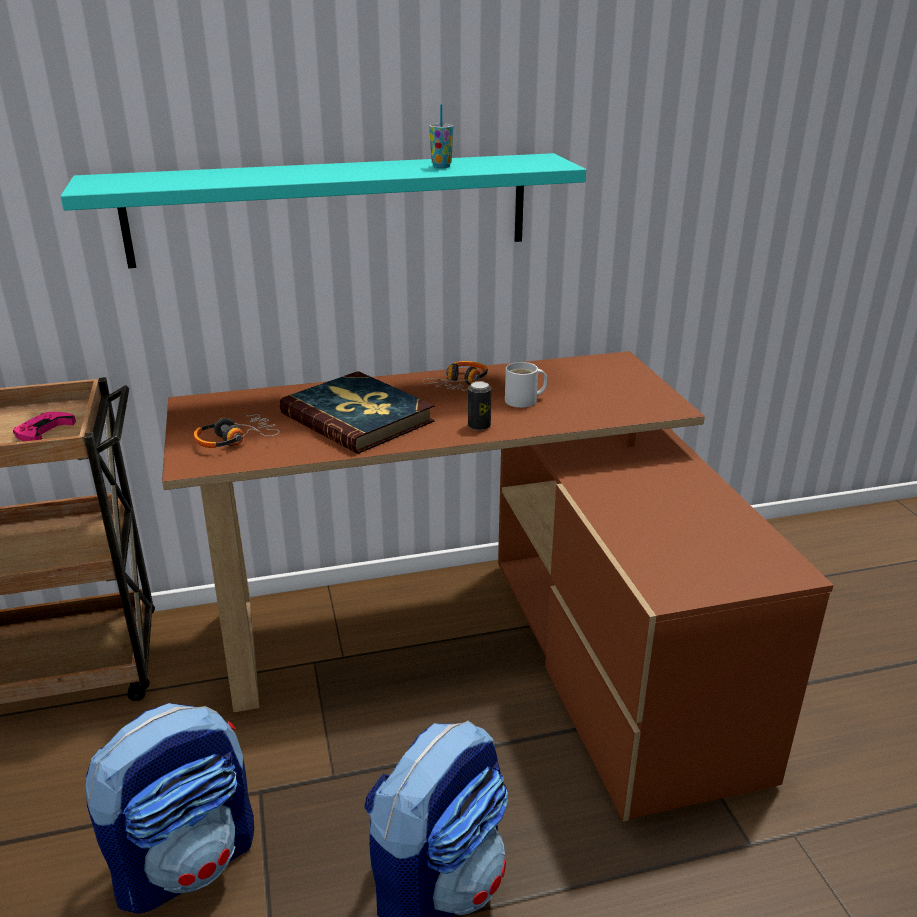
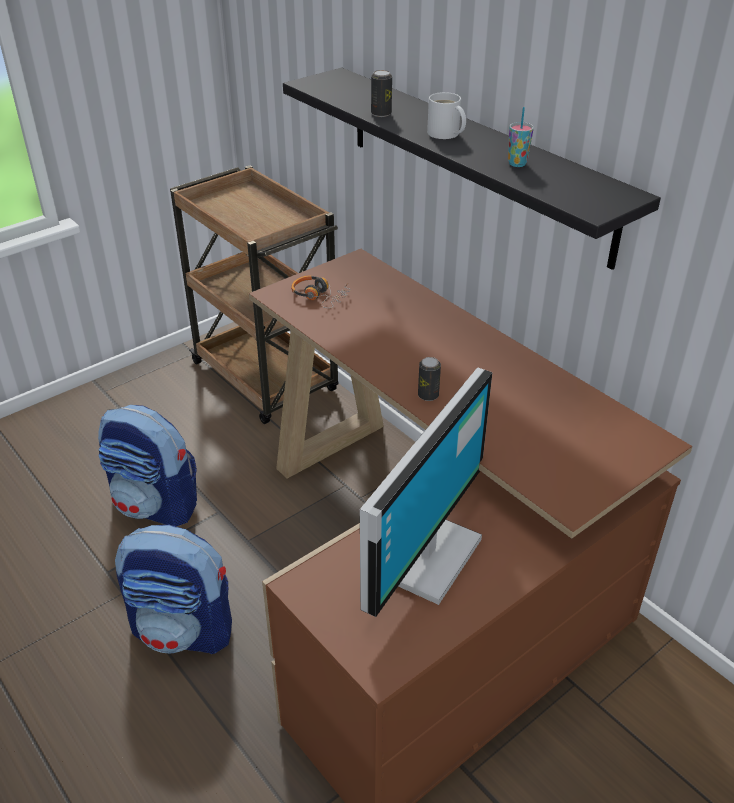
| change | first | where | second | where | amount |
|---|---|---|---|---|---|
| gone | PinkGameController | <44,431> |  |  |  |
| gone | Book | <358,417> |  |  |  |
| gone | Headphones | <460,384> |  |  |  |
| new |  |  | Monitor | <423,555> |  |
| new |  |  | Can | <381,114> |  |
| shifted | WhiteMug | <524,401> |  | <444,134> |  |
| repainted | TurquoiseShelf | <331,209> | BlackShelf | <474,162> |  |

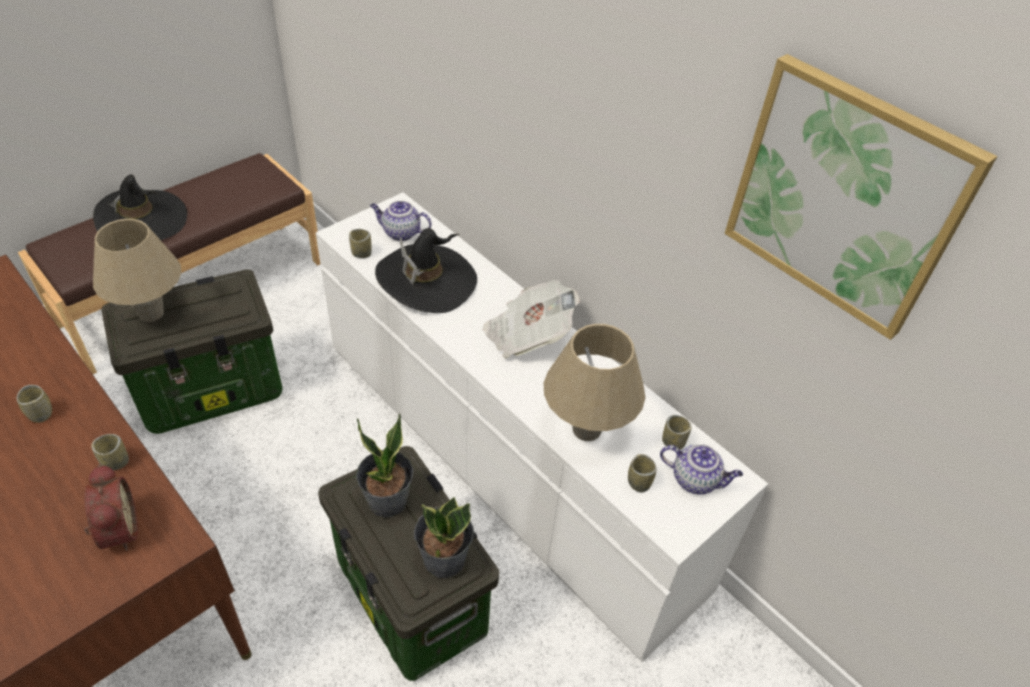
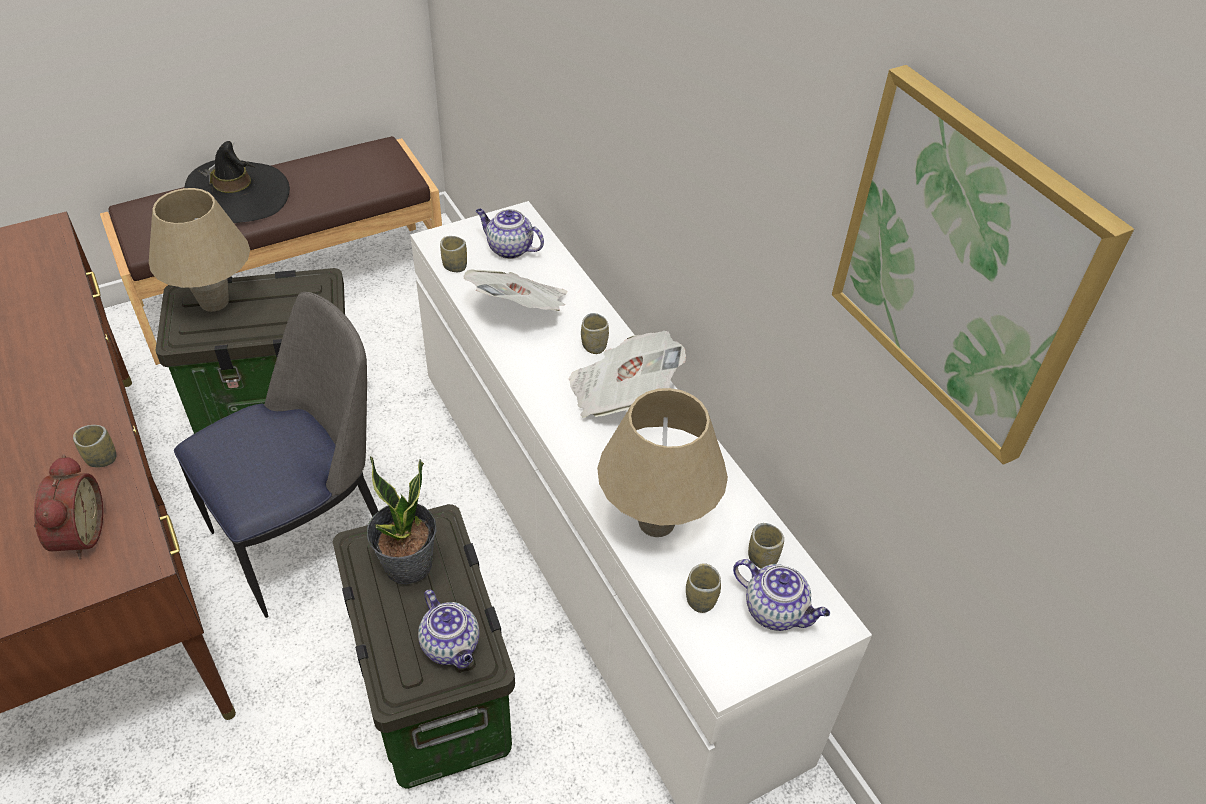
| change | first | where | second | where | amount |
|---|---|---|---|---|---|
| new |  |  | Chair | <307,536> |  |
| shifted | Cup | <41,414> |  | <594,346> |  |
| swapped | BlackHat | <426,281> | Newspaper | <521,310> |  |
| swapped | PottedPlant | <444,558> | Teapot | <452,646> |  |

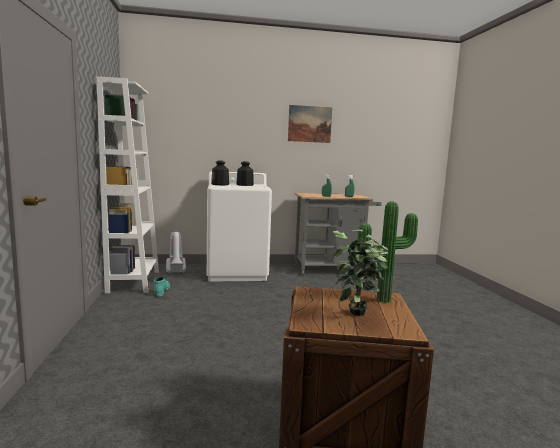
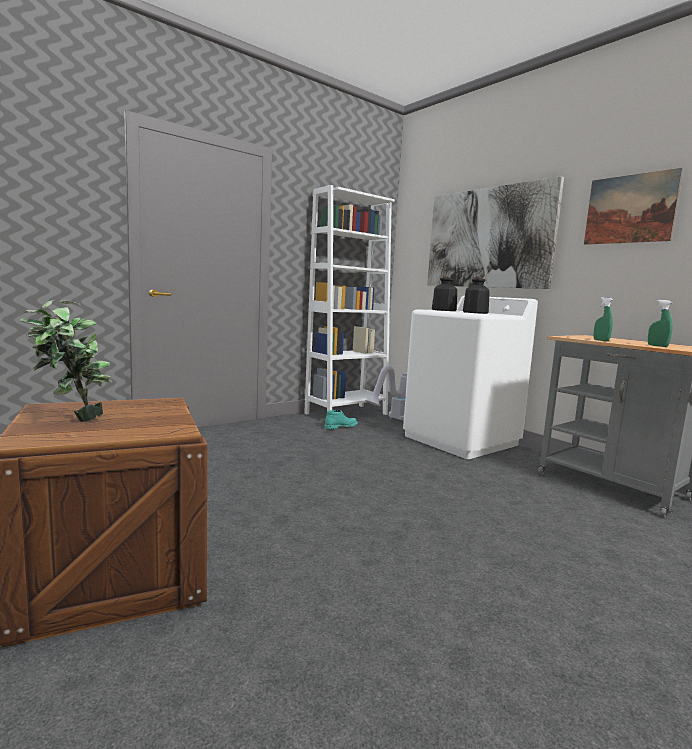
| change | first | where | second | where | amount |
|---|---|---|---|---|---|
| gone | PottedPlant | <382,299> |  |  |  |
| new |  |  | Picture | <488,238> |  |

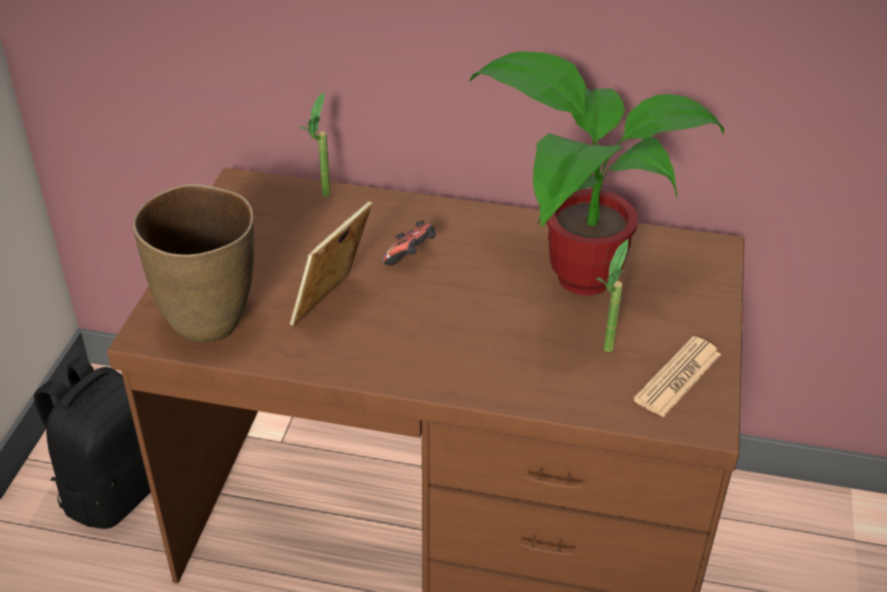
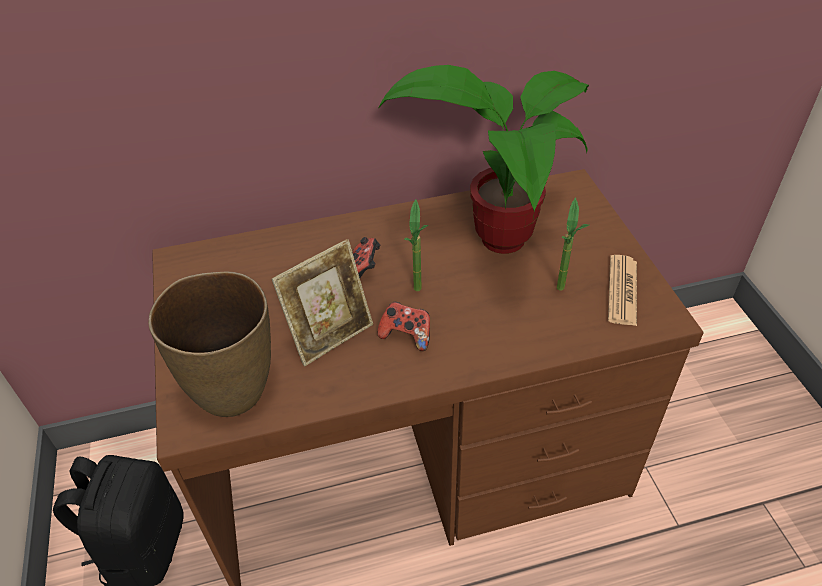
| change | first | where | second | where | amount |
|---|---|---|---|---|---|
| new |  |  | GameController | <406,335> |  |
| shifted | PottedPlant | <323,199> |  | <419,294> |  |
| rotated | PictureFrame | <333,305> |  | <330,335> | 135 degrees counterclockwise |

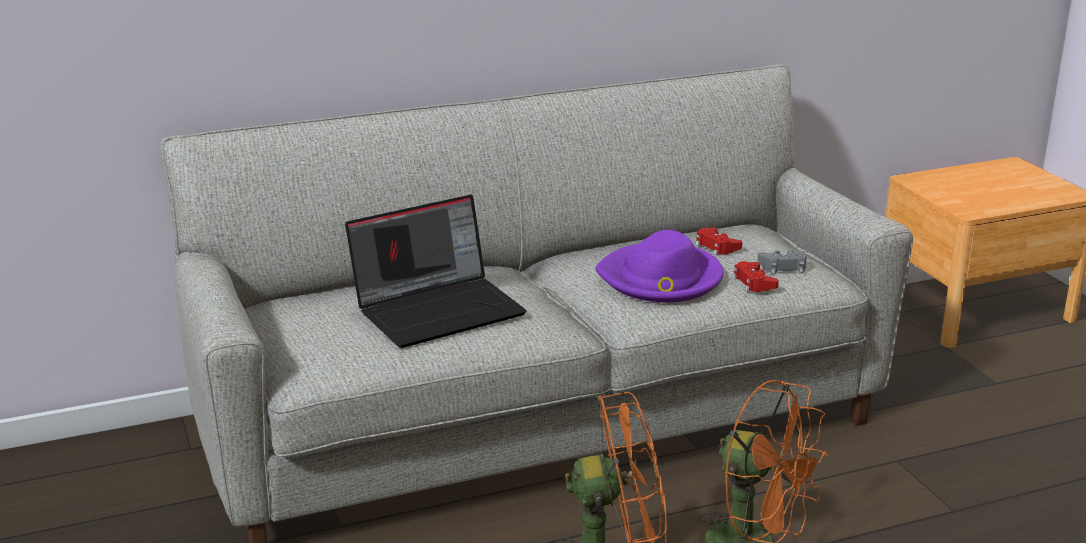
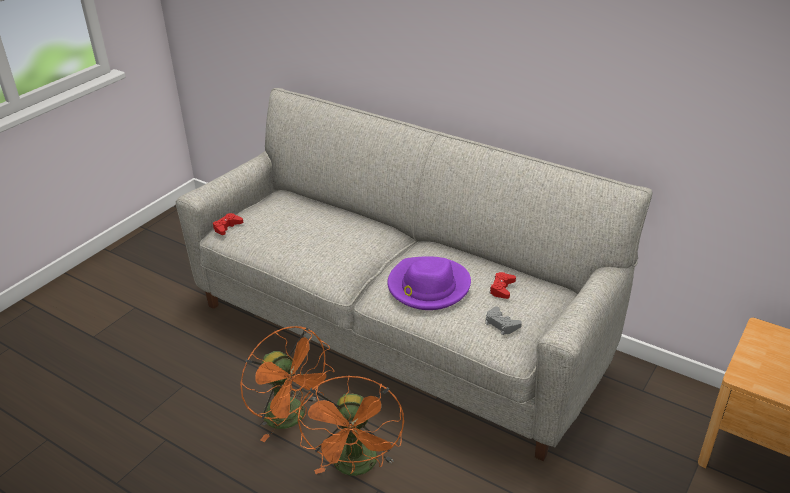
| change | first | where | second | where | amount |
|---|---|---|---|---|---|
| gone | Laptop | <439,309> |  |  |  |
| shifted | RedGameController | <754,282> |  | <227,227> |  |

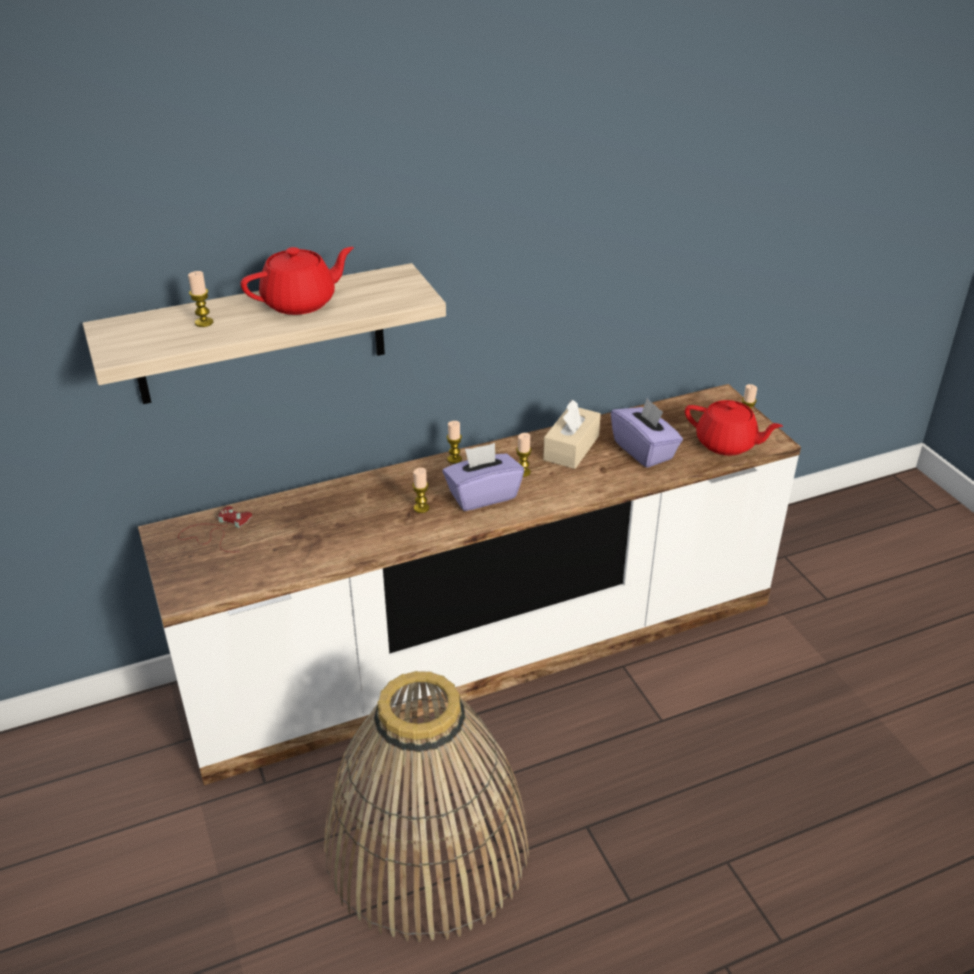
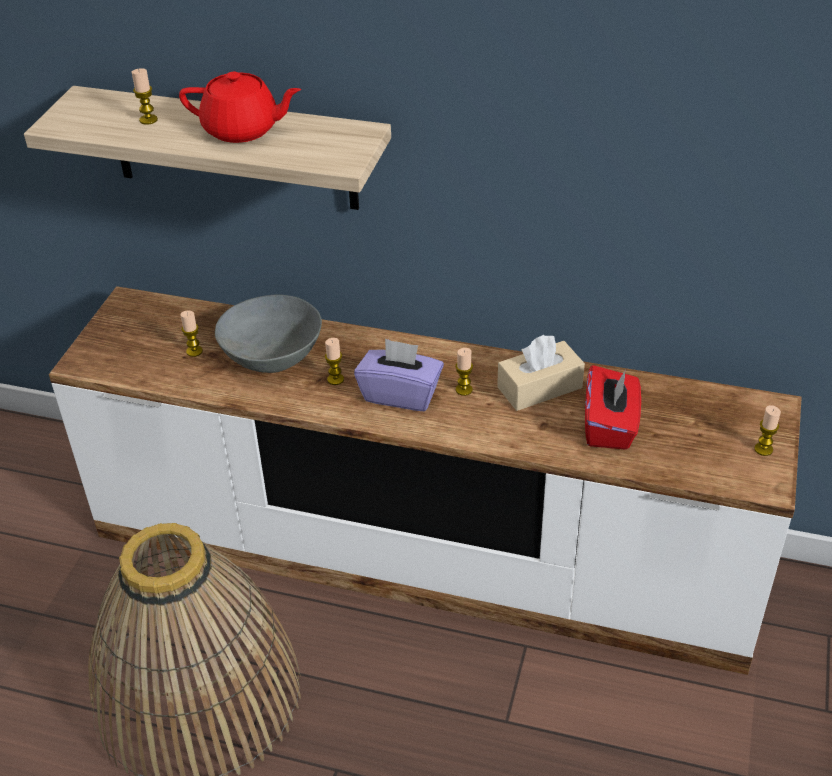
| change | first | where | second | where | amount |
|---|---|---|---|---|---|
| gone | RedGameController | <216,532> |  |  |  |
| gone | RedTeapot | <727,444> |  |  |  |
| new |  |  | GreyBowl | <273,355> |  |
| shifted | Candle | <454,459> |  | <194,351> |  |
| repainted | PurpleTissueBox | <644,450> | RedTissueBox | <610,426> |  |

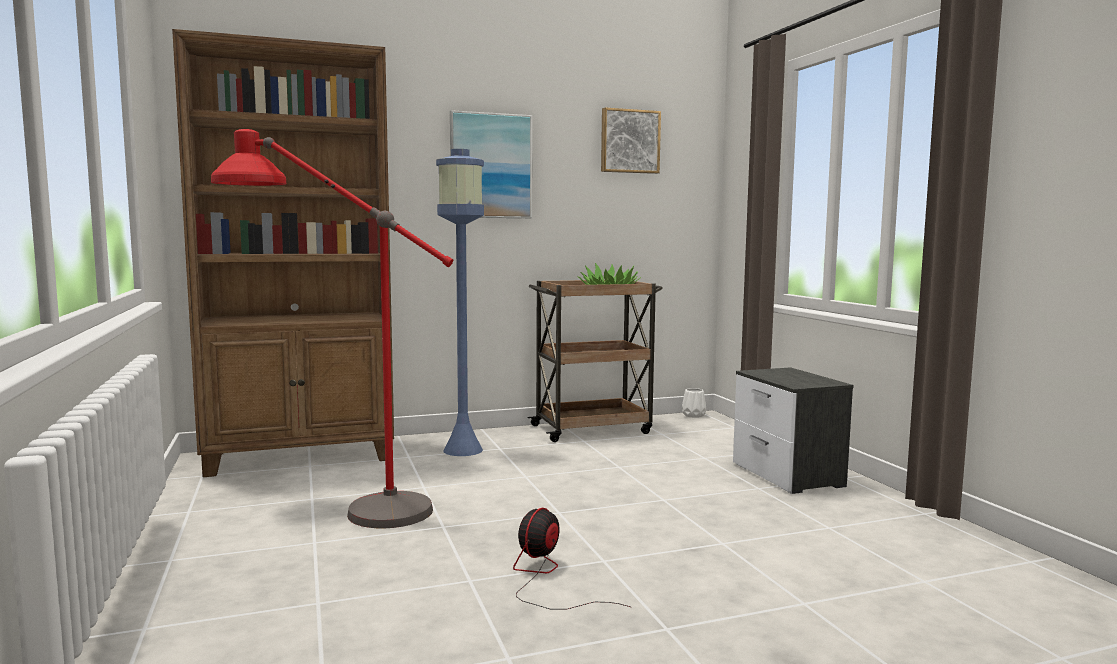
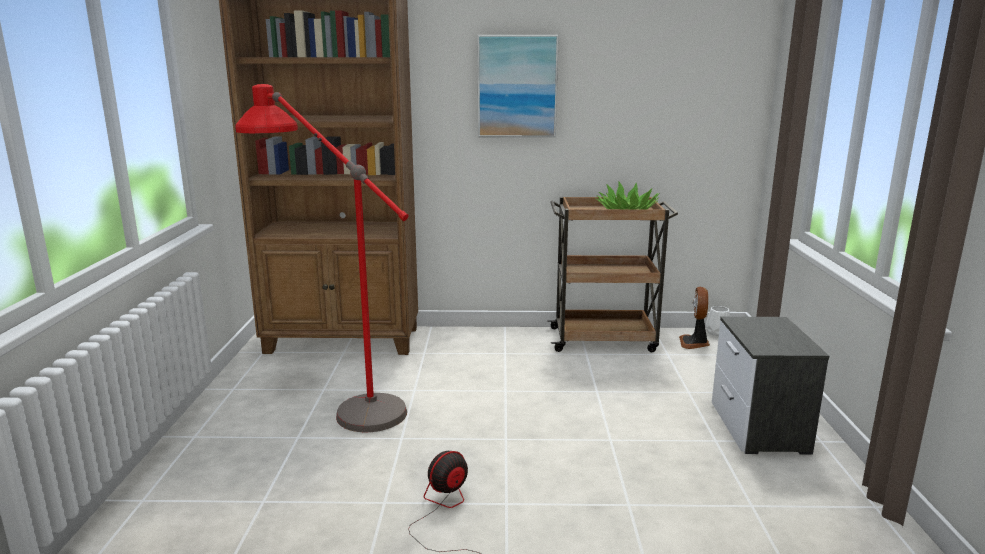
| change | first | where | second | where | amount |
|---|---|---|---|---|---|
| gone | BlueFloorLamp | <463,450> |  |  |  |
| gone | Picture | <629,141> |  |  |  |
| new |  |  | Fan | <694,343> |  |

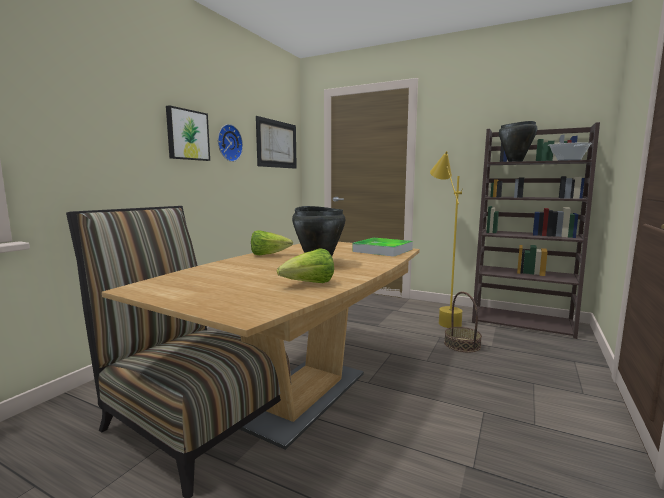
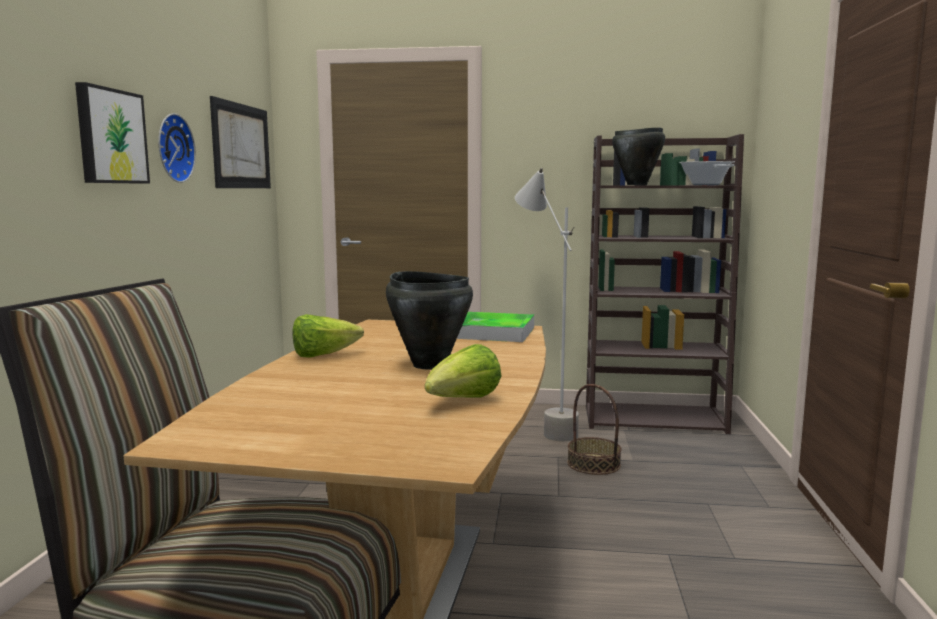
| change | first | where | second | where | amount |
|---|---|---|---|---|---|
| repainted | YellowFloorLamp | <442,317> | GreyFloorLamp | <544,426> |  |

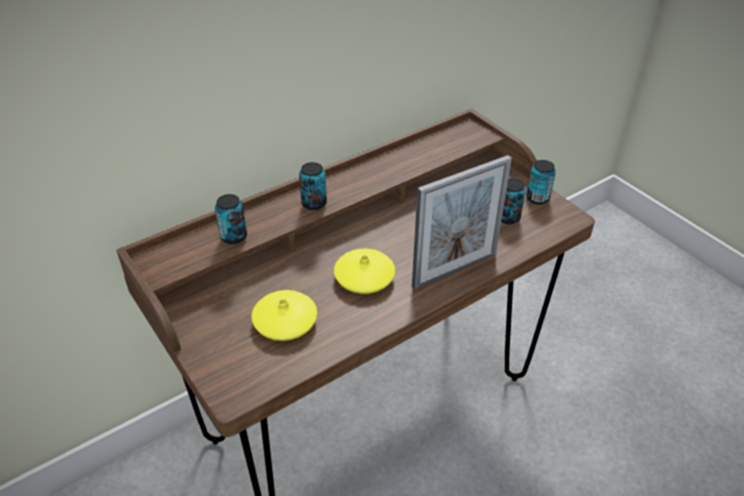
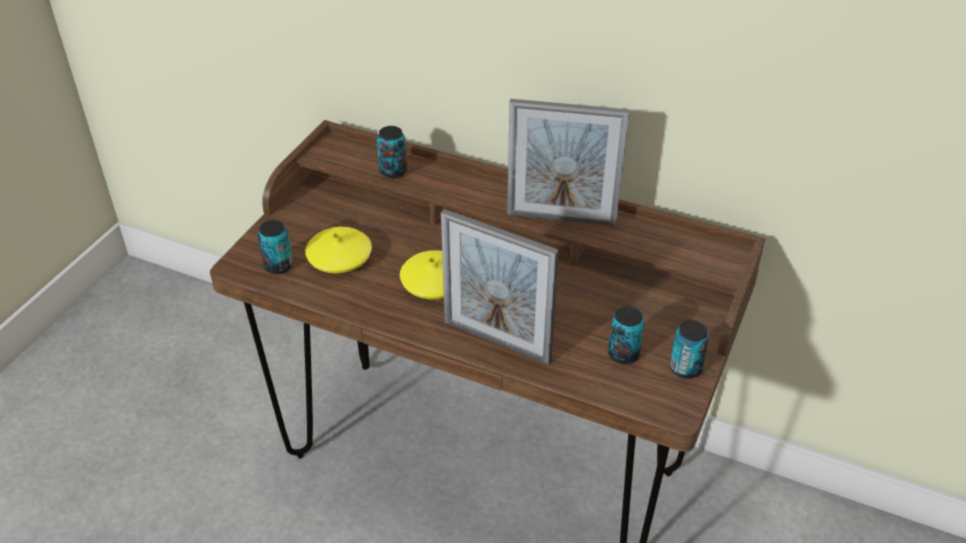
| change | first | where | second | where | amount |
|---|---|---|---|---|---|
| new |  |  | PictureFrame | <561,218> |  |
| shifted | Can | <314,203> |  | <278,266> |  |

